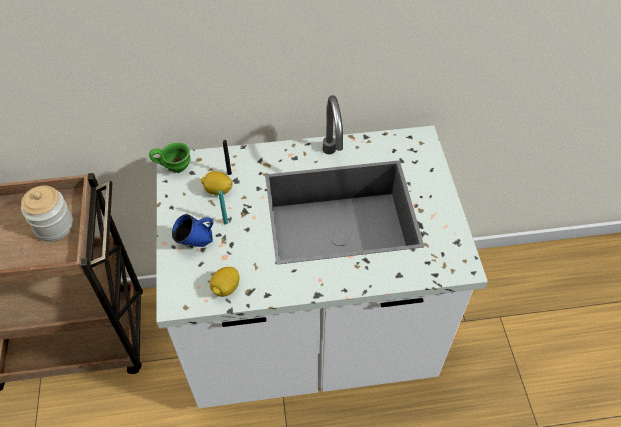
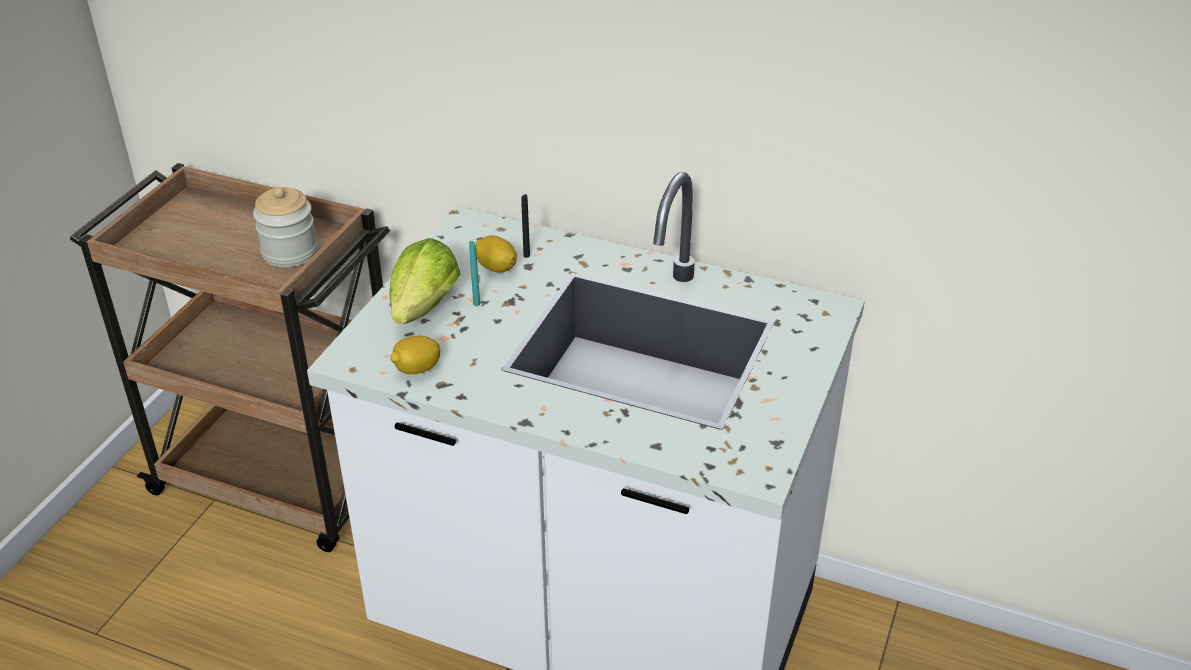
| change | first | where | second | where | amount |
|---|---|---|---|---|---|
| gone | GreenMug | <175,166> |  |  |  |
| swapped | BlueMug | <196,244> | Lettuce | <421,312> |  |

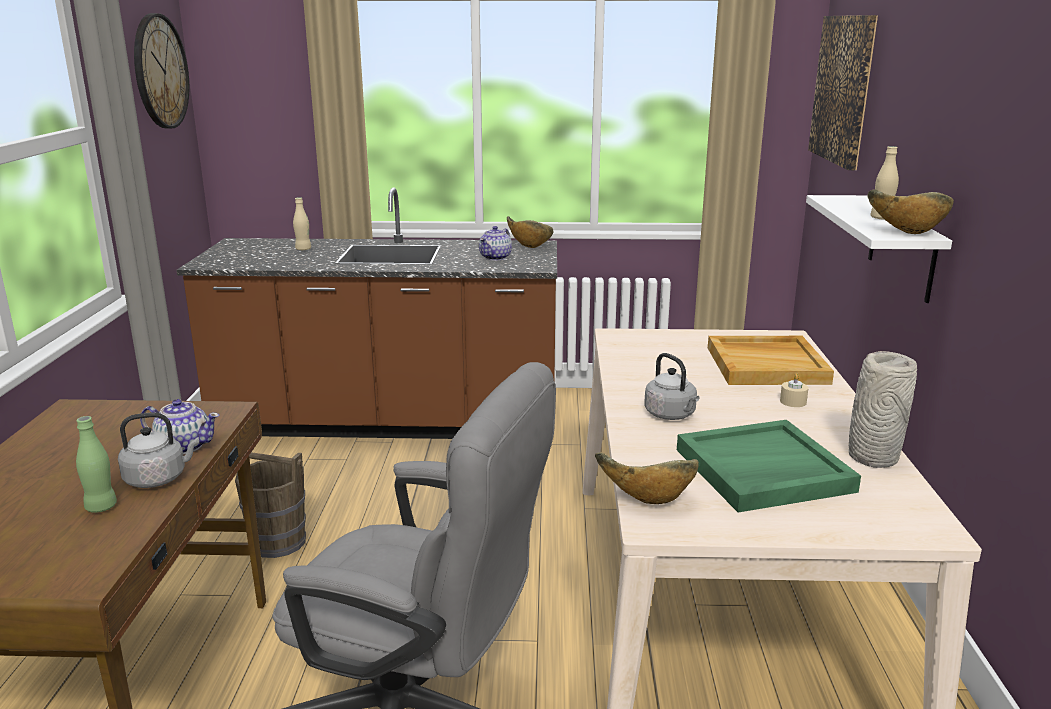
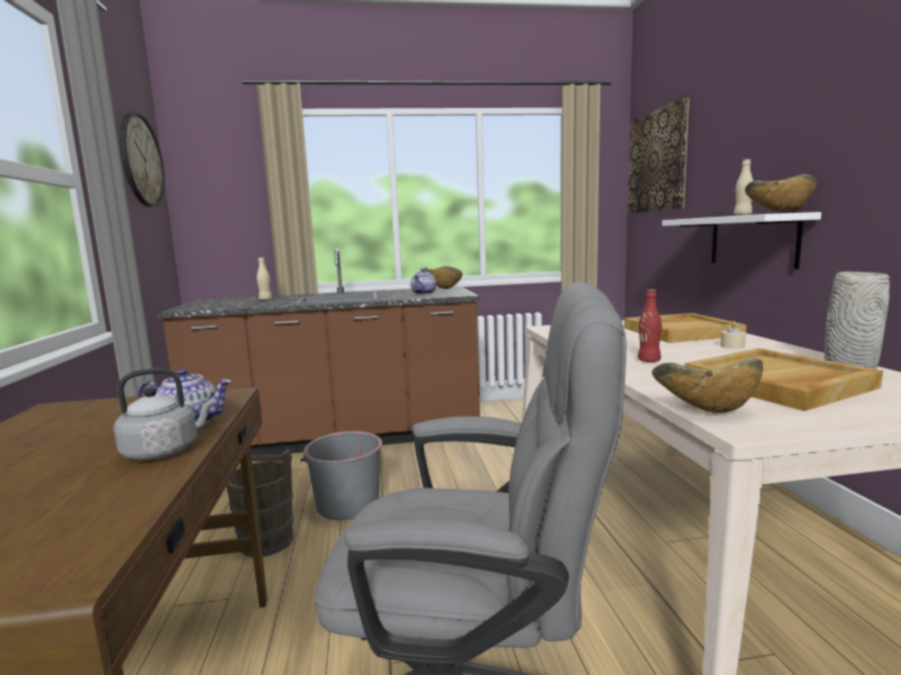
| change | first | where | second | where | amount |
|---|---|---|---|---|---|
| gone | GreenBottle | <101,507> |  |  |  |
| new |  |  | GreyBucket | <347,504> |  |
| swapped | GreyKettle | <671,415> | RedBottle | <649,361> |  |
| repainted | GreenTray | <762,471> | BeigeTray | <777,383> |  |

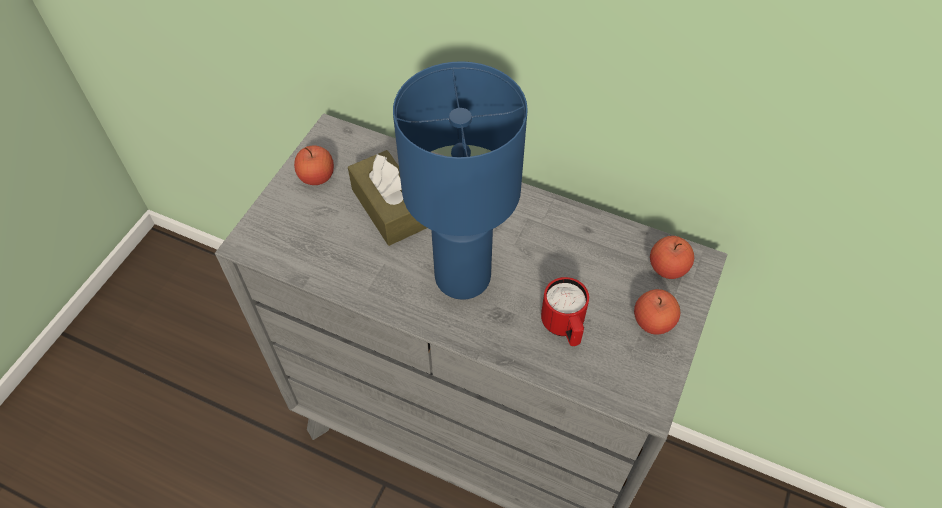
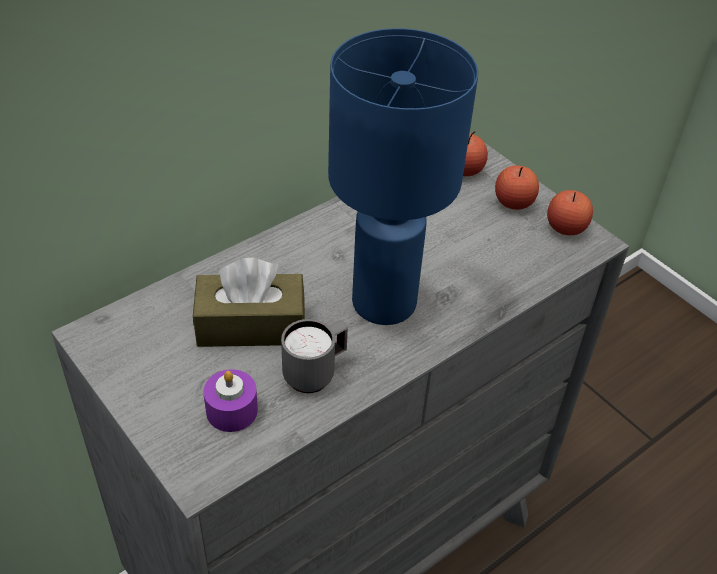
| change | first | where | second | where | amount |
|---|---|---|---|---|---|
| gone | RedMug | <564,328> |  |  |  |
| new |  |  | PurpleCandle | <232,410> |  |
| new |  |  | GreyMug | <315,373> |  |
| shifted | Apple | <317,177> |  | <565,228> |  |

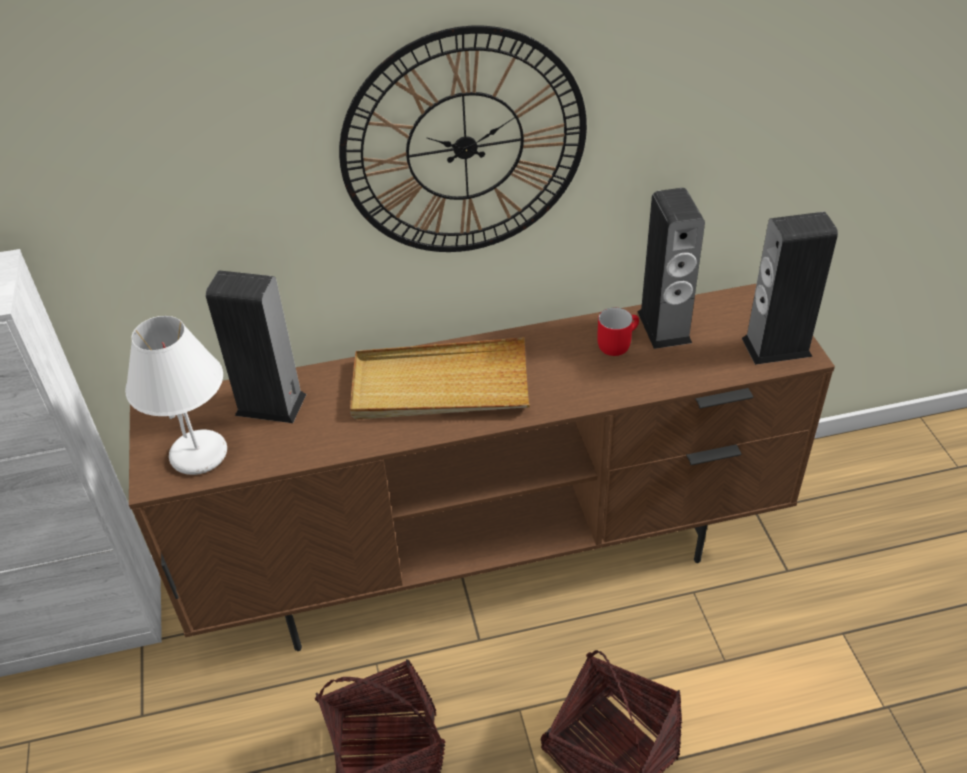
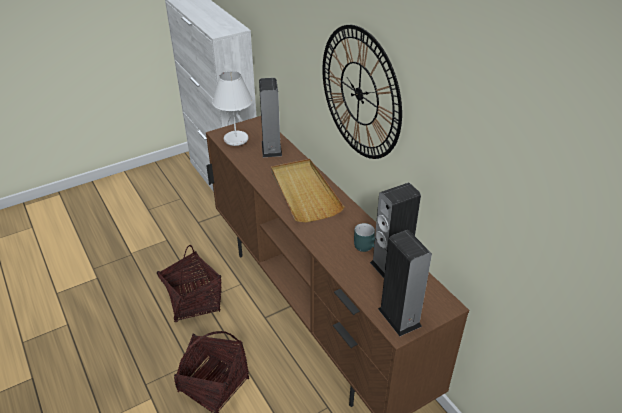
| change | first | where | second | where | amount |
|---|---|---|---|---|---|
| repainted | RedMug | <616,343> | TurquoiseMug | <367,246> |  |

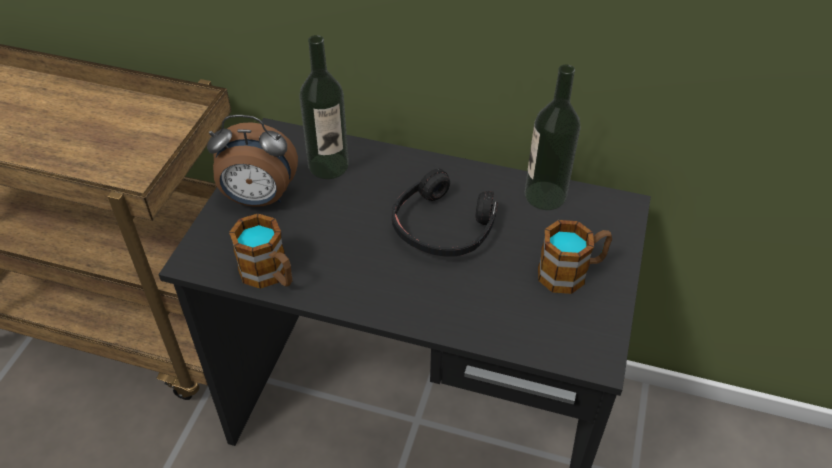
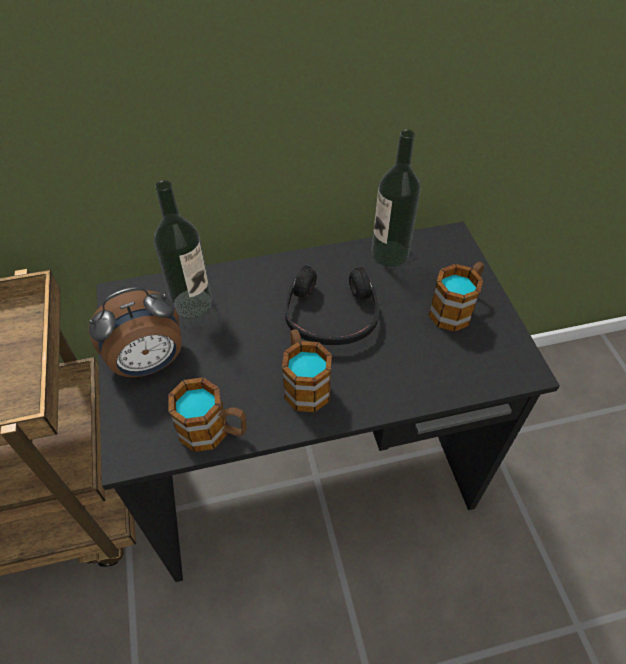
| change | first | where | second | where | amount |
|---|---|---|---|---|---|
| new |  |  | Mug | <304,383> |  |

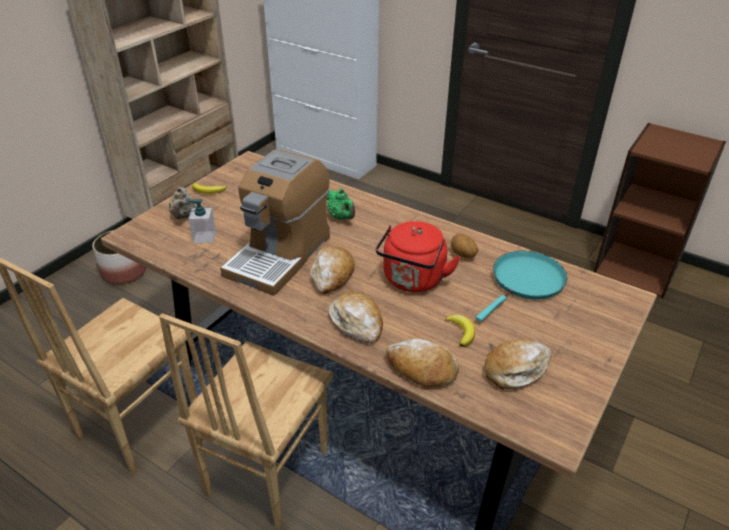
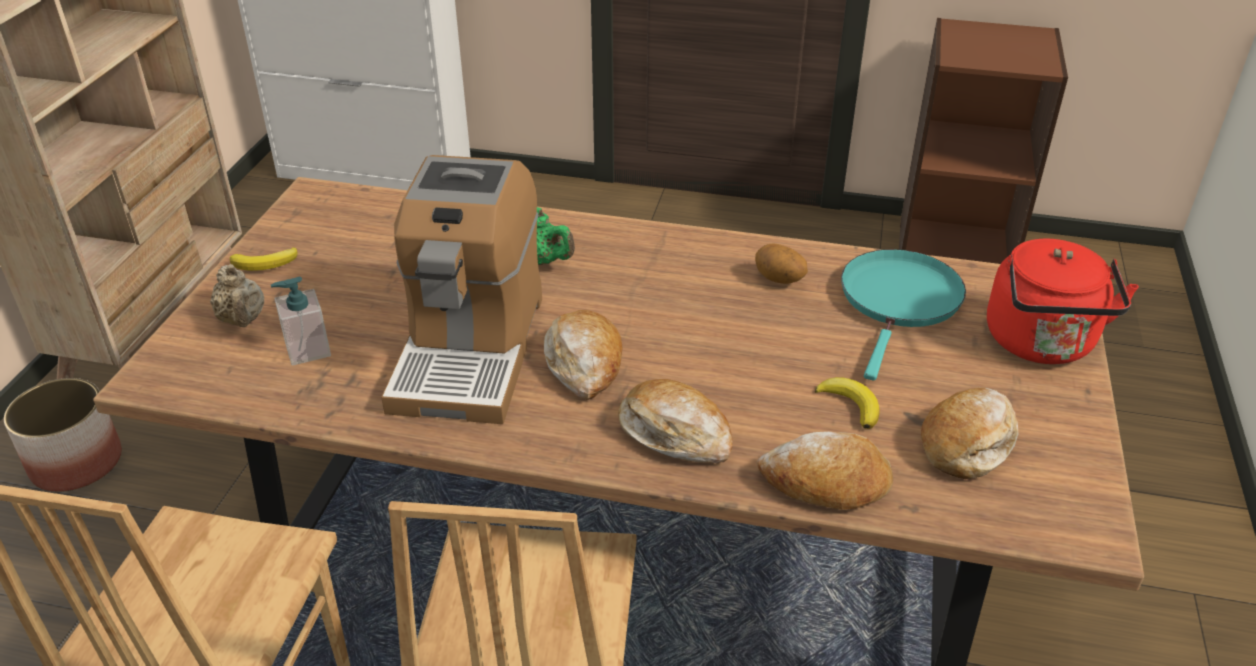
| change | first | where | second | where | amount |
|---|---|---|---|---|---|
| shifted | RedKettle | <413,280> |  | <1042,344> |  |

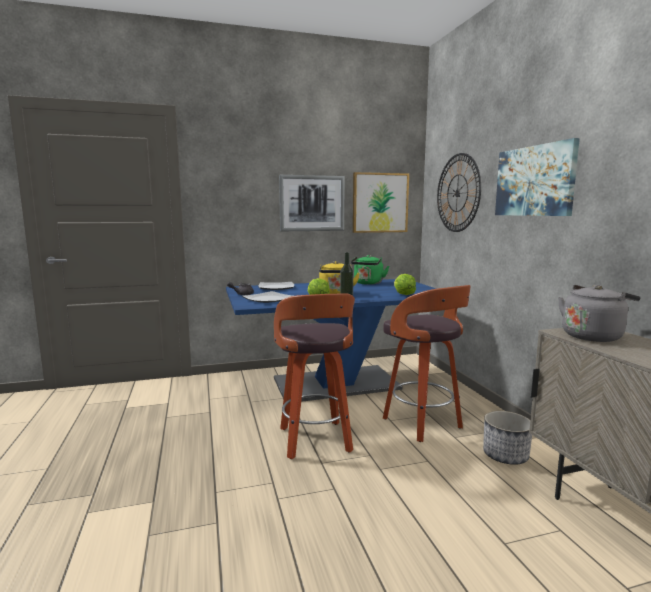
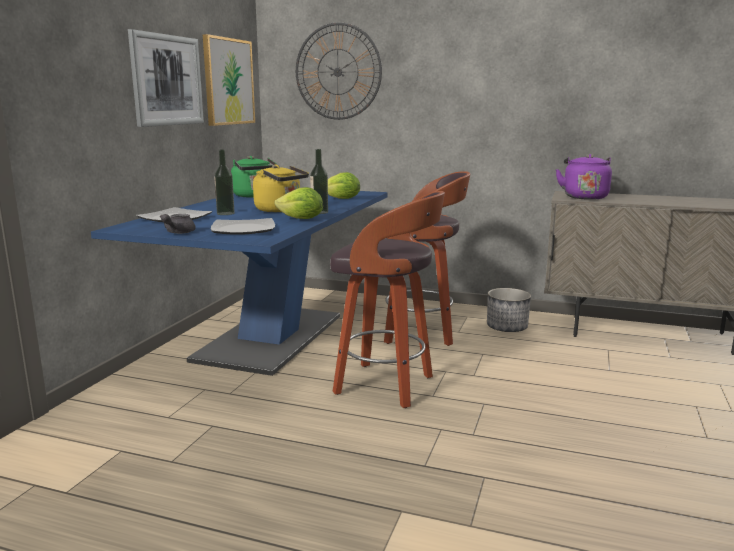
| change | first | where | second | where | amount |
|---|---|---|---|---|---|
| gone | Picture | <534,181> |  |  |  |
| new |  |  | Bottle | <225,213> |  |
| repainted | GreyKettle | <593,336> | PurpleKettle | <584,197> |  |

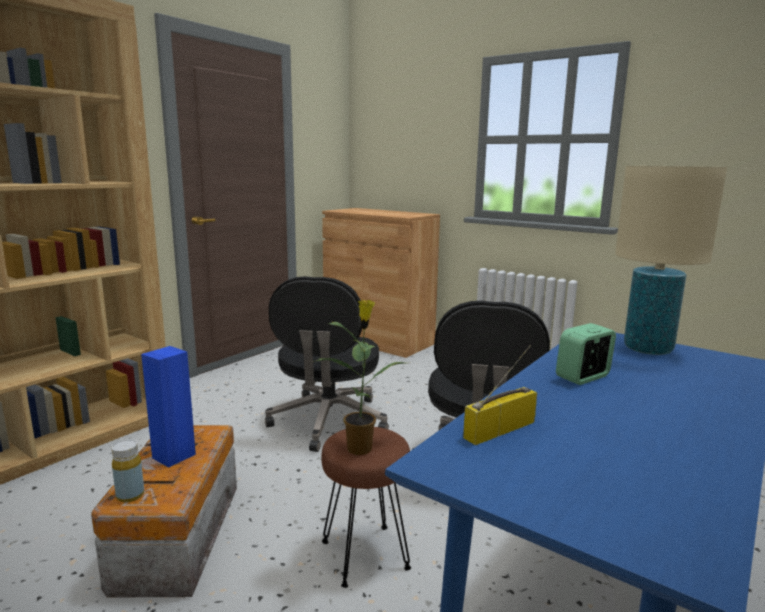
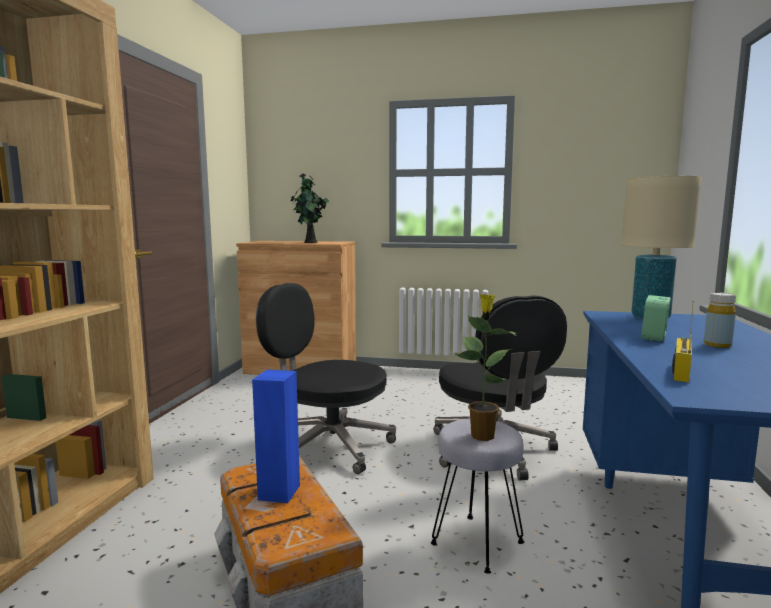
| change | first | where | second | where | amount |
|---|---|---|---|---|---|
| new |  |  | PottedPlant | <310,242> |  |
| shifted | YellowBottle | <130,495> |  | <717,345> |  |
| repainted | BrownStool | <365,554> | GreyStool | <476,542> |  |
| rotated | BlackOfficeChair | <328,422> |  | <328,446> | 135 degrees clockwise |

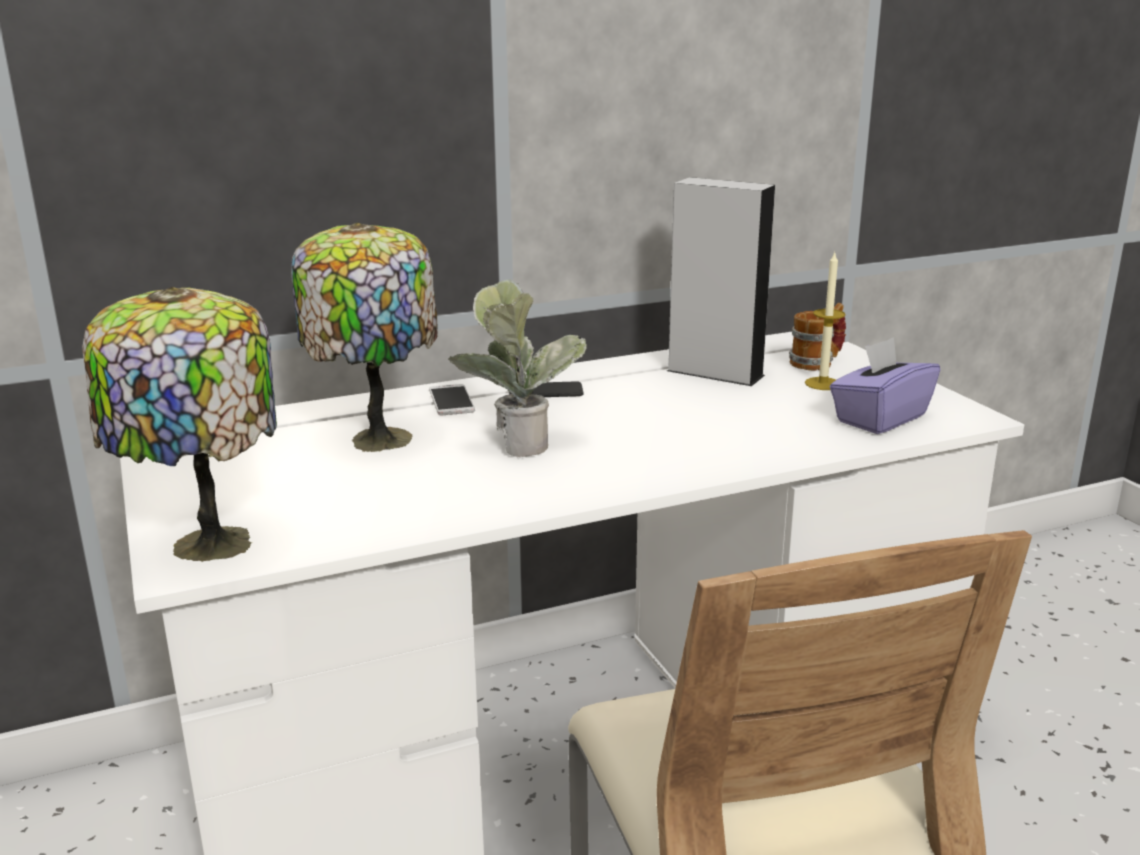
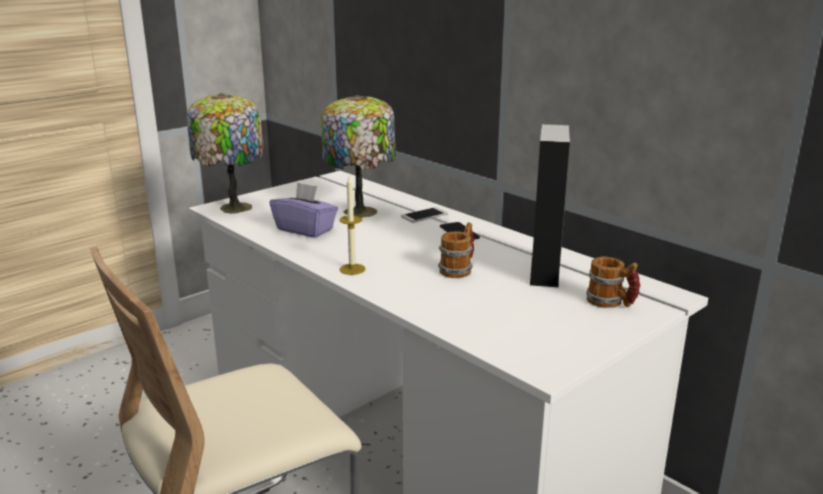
| change | first | where | second | where | amount |
|---|---|---|---|---|---|
| gone | PottedPlant | <517,442> |  |  |  |
| new |  |  | Mug | <459,269> |  |
| shifted | Candle | <823,383> |  | <352,269> |  |
| shifted | PurpleTissueBox | <880,418> |  | <305,229> |  |

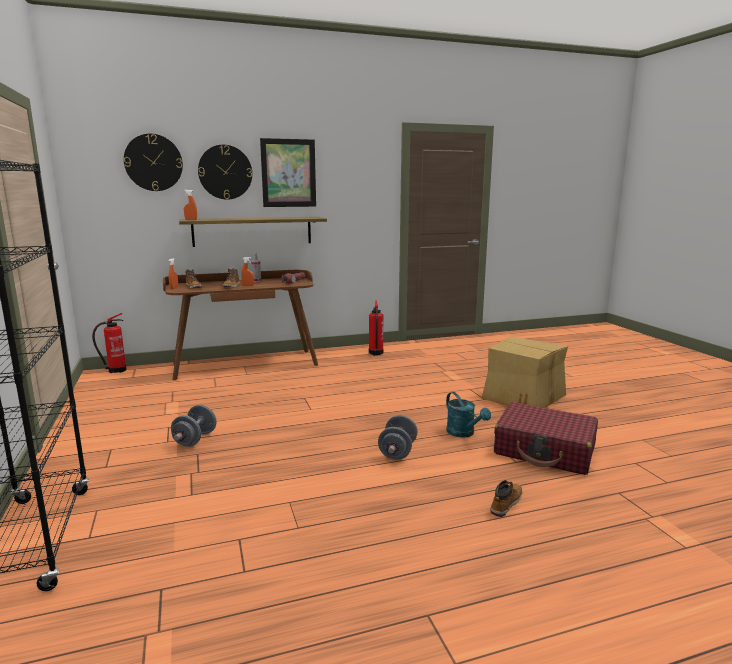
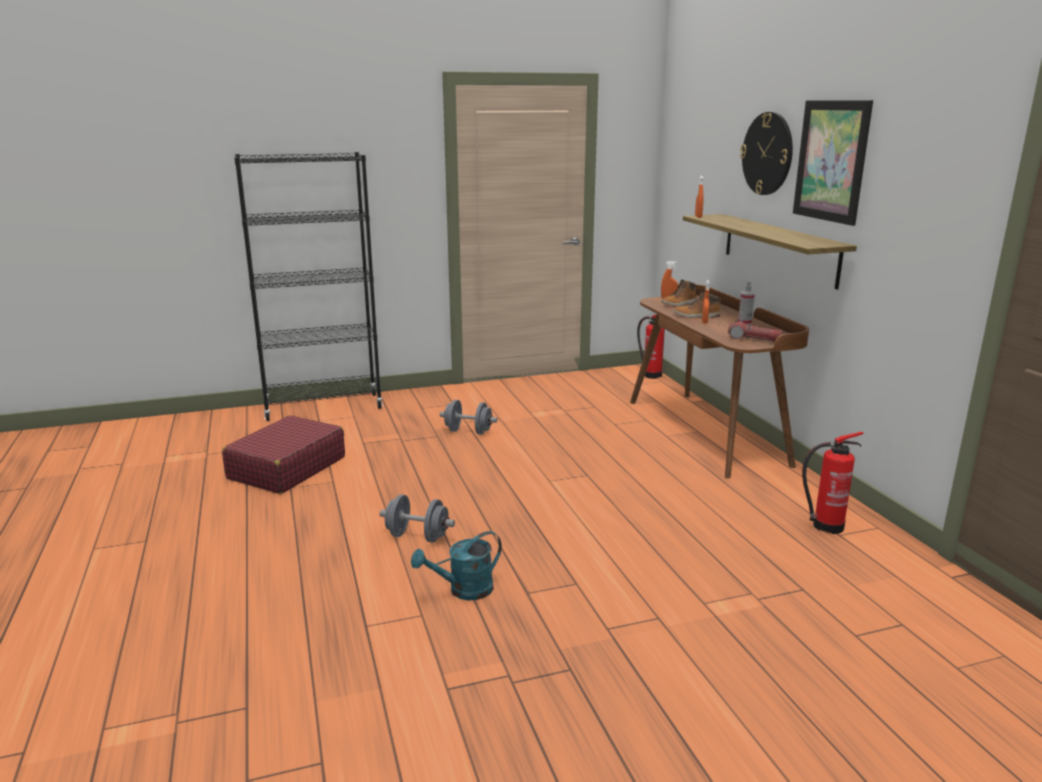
| change | first | where | second | where | amount |
|---|---|---|---|---|---|
| gone | WallClock | <153,162> |  |  |  |
| gone | CardboardBox | <522,396> |  |  |  |
| gone | Boot | <505,503> |  |  |  |
| shifted | RedSuitcase | <545,450> |  | <286,468> |  |

